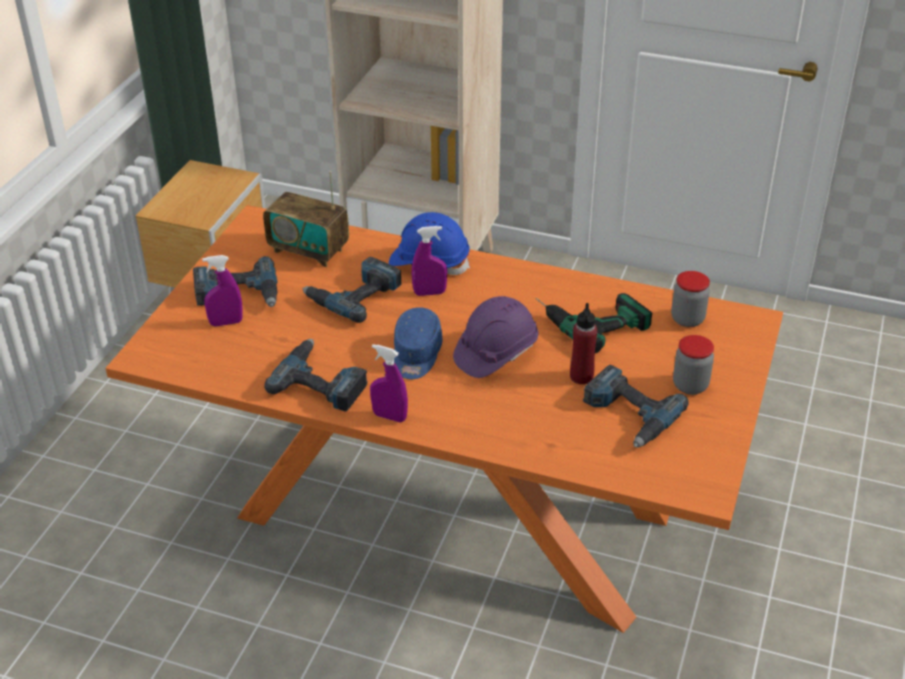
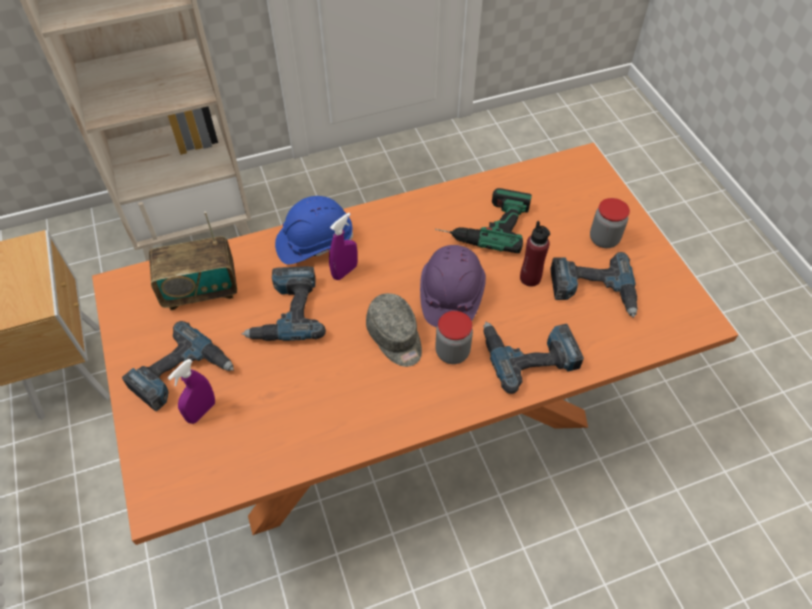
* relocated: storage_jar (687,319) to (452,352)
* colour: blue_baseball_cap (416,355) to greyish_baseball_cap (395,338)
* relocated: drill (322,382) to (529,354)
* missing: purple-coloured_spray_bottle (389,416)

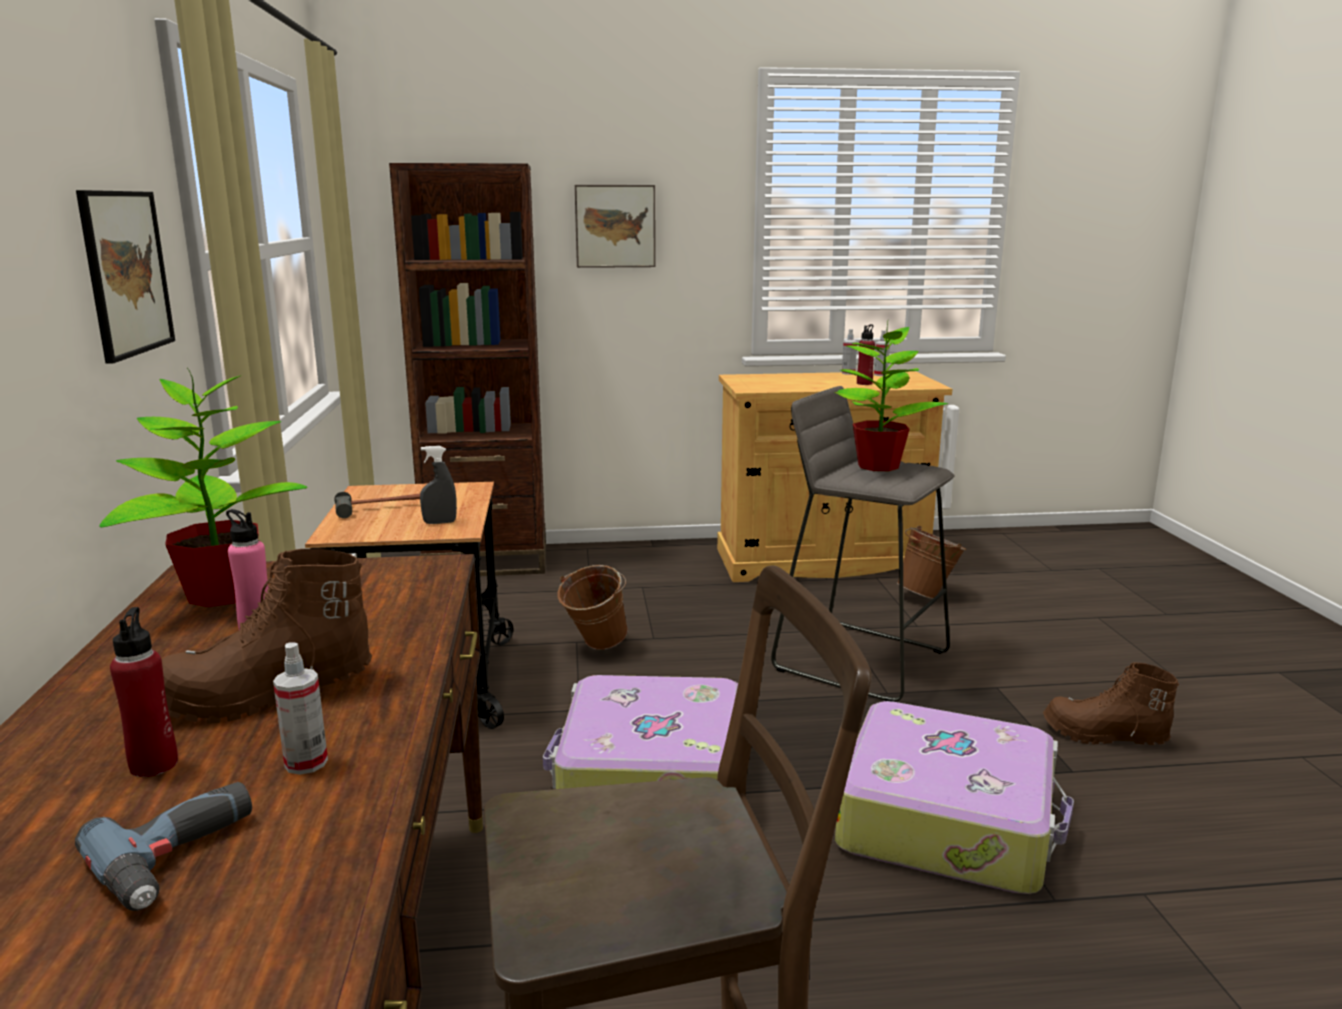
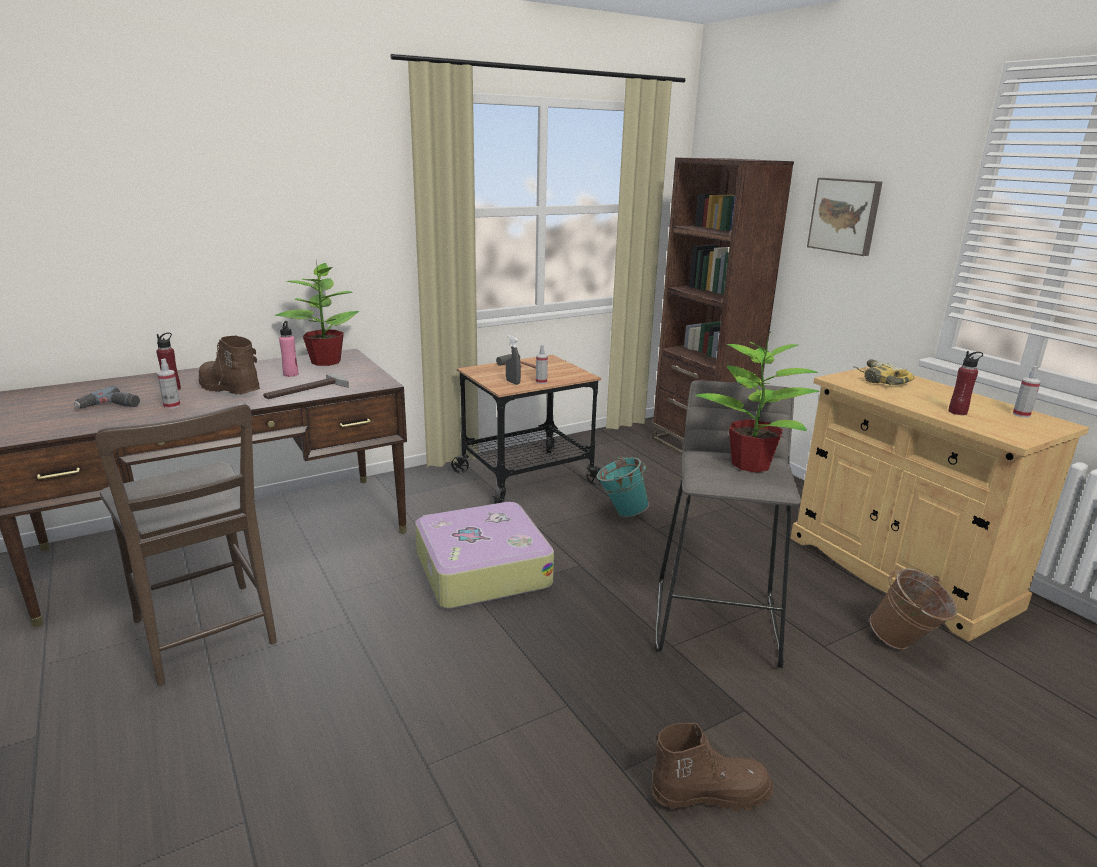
* missing: wall_picture (126,273)
* relocated: spray_bottle (848,373) to (541,382)
* colour: brown_water_bucket (594,647) to blue-green_water_bucket (620,512)
* spun: brown_high-top_boot (1104,735) = (709,793) 90 degrees clockwise
* missing: suitcase (948,820)
* appeared: drill (878,379)
* appeared: hammer (306,391)

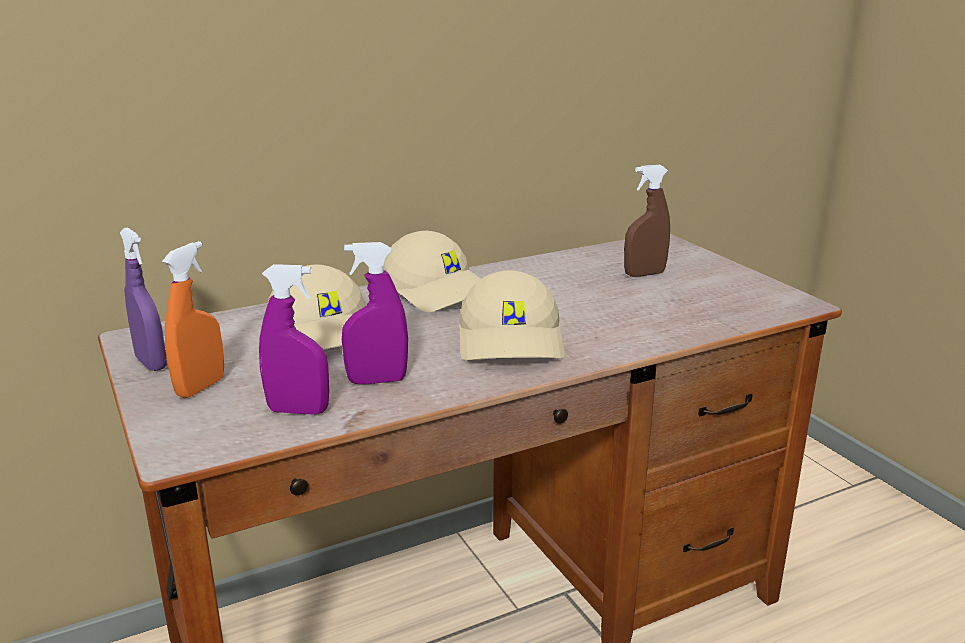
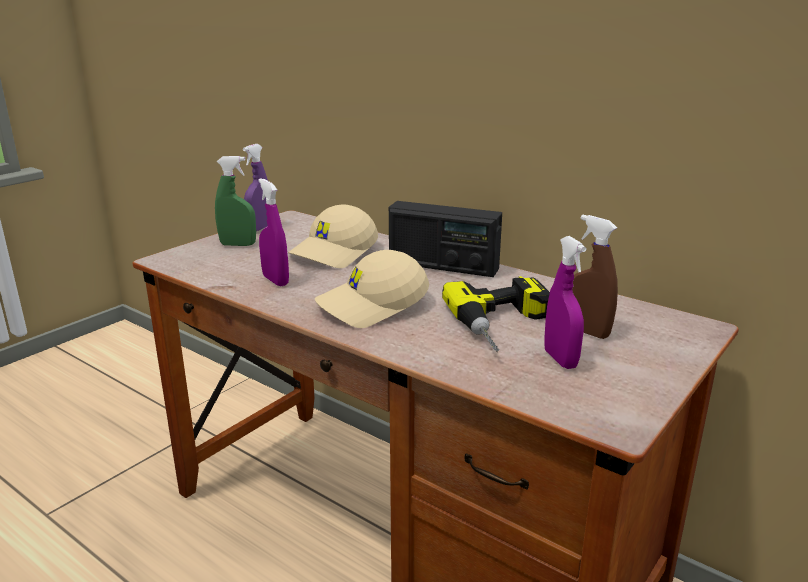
* exchanged: beige-coloured_baseball_cap (439,290) to radio_set (443,266)
* colour: orange-coloured_spray_bottle (200,387) to green_spray_bottle (238,244)
* relocated: purple-coloured_spray_bottle (298,411) to (560,359)
* appeared: drill (507,325)

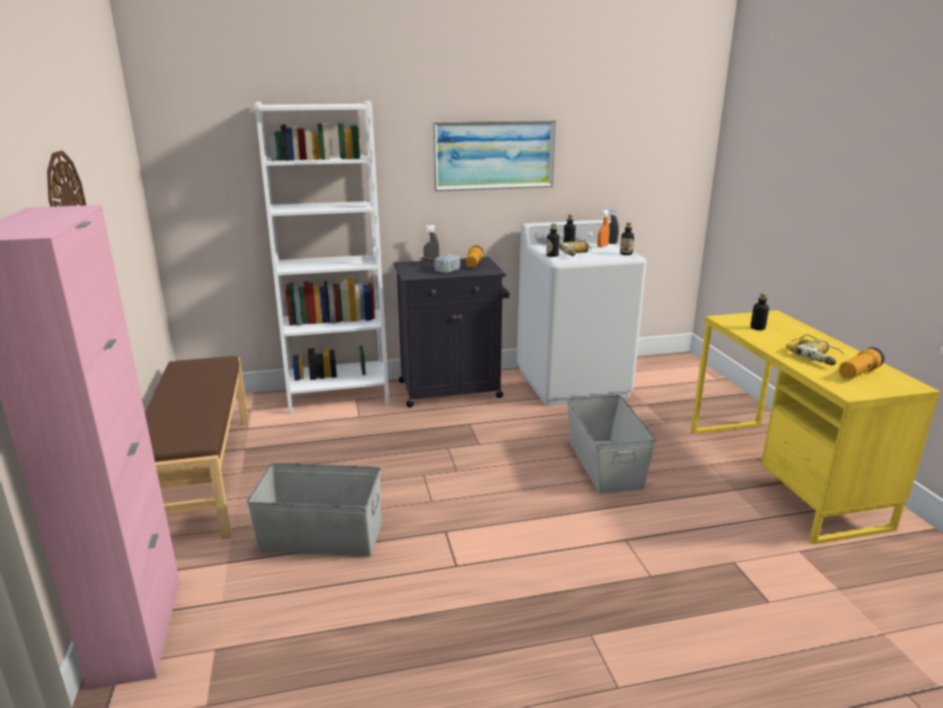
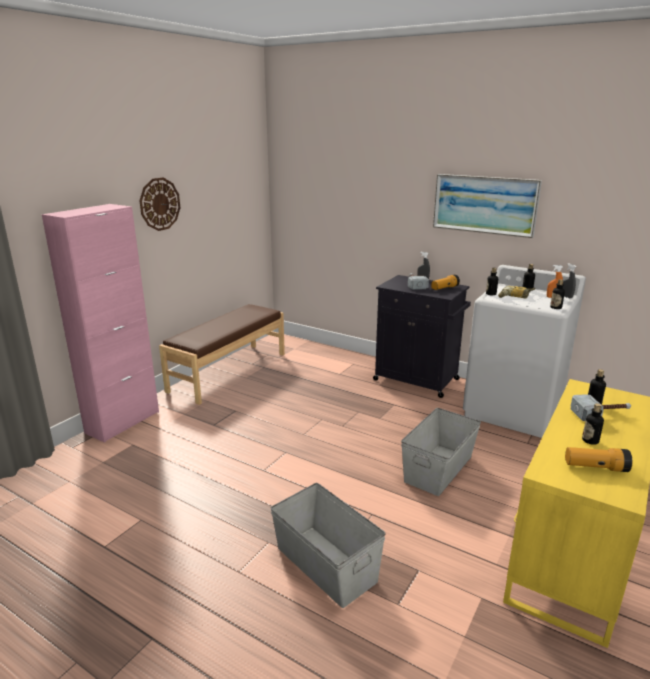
* missing: white-coloured_bookshelf (338,397)
* exchanged: drill (815,356) to drink_bottle (590,440)
* relocated: greyish_storage_container (321,536) to (326,563)
* appeared: hammer (601,414)

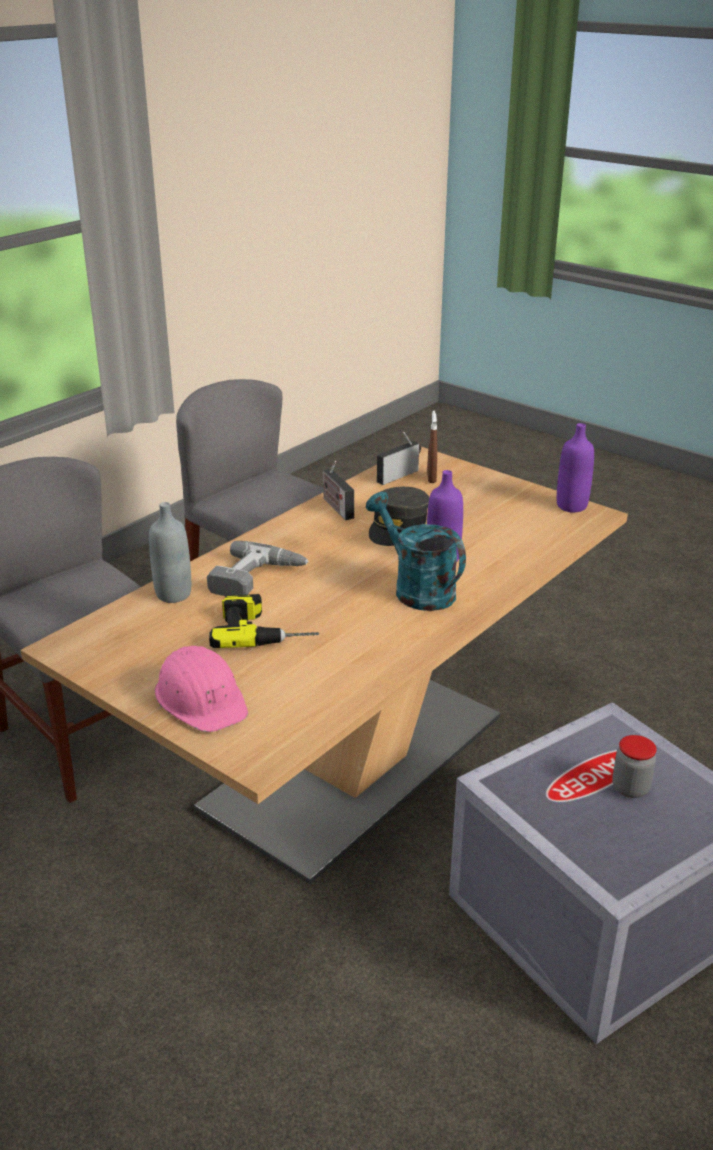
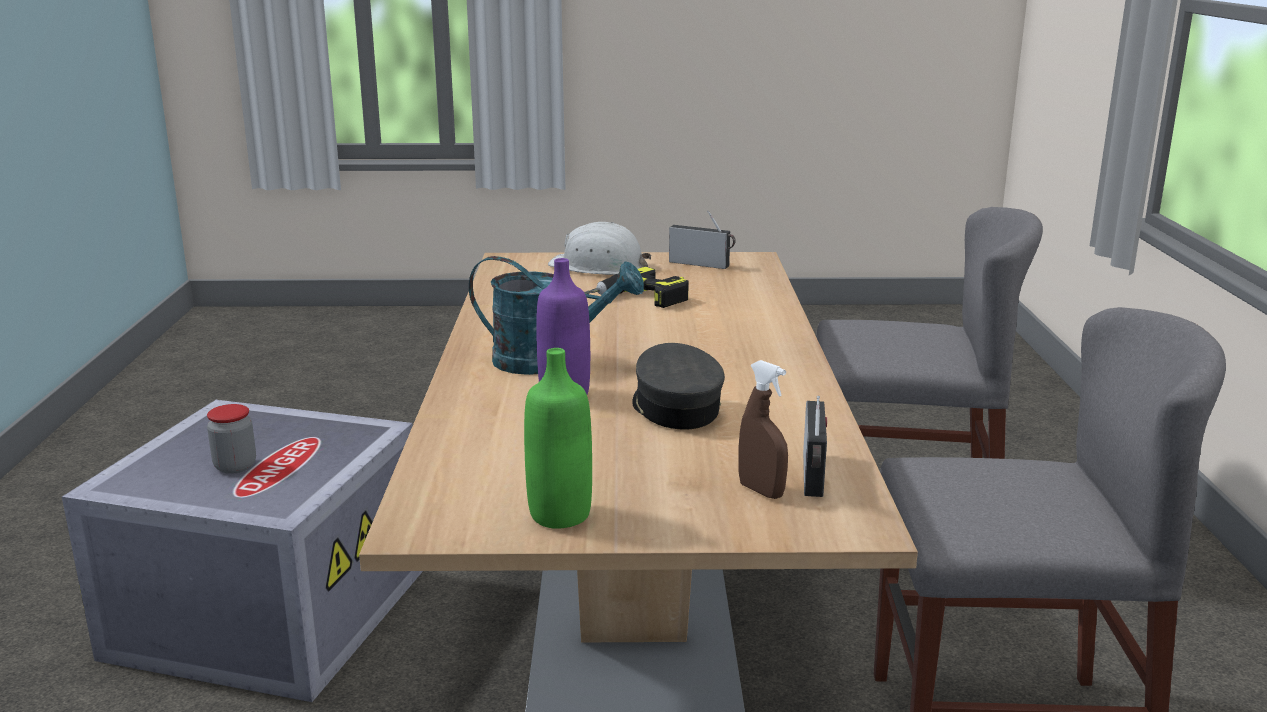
* missing: purple-coloured_drink_bottle (571,506)
* relocated: radio_set (336,507) to (702,264)
* missing: greyish_drink_bottle (173,594)
* missing: drill (257,579)
* colour: pinkish_hard_hat (201,699) to white-coloured_hard_hat (598,266)
* appeared: green_drink_bottle (560,515)

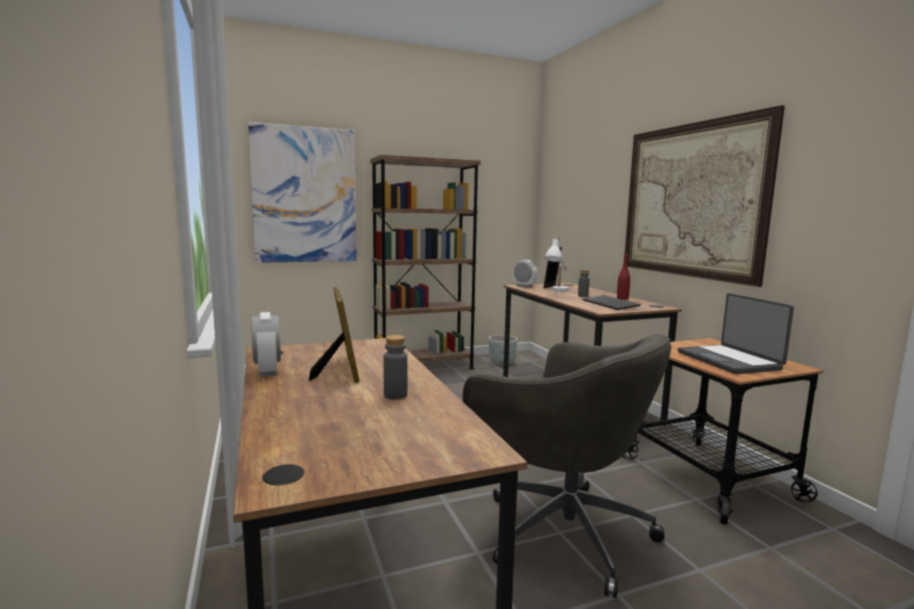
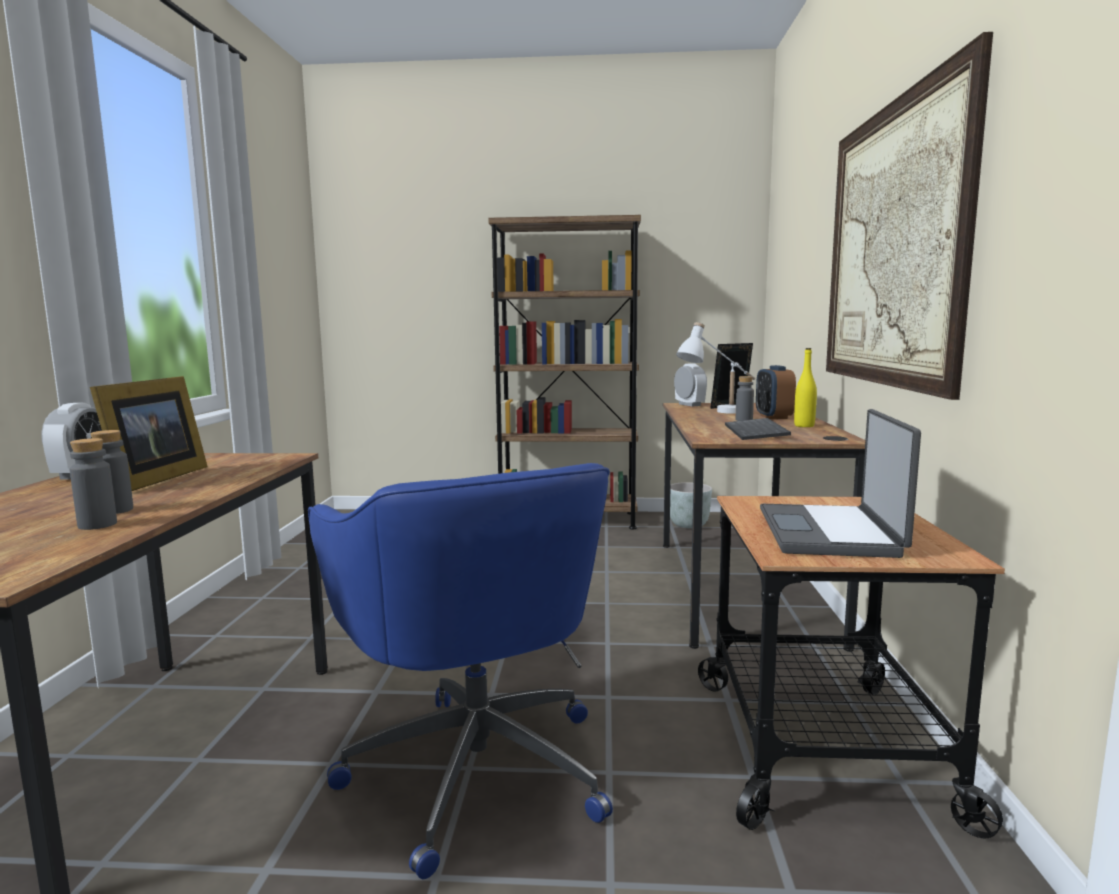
* missing: wall_picture (305,195)
* colour: red-coloured_drink_bottle (622,299) to yellowish_drink_bottle (804,426)
* colour: greyish_desk_chair (562,530) to blue_desk_chair (475,765)
* appeared: table_clock (773,417)
* appeared: greyish_drink_bottle (97,525)

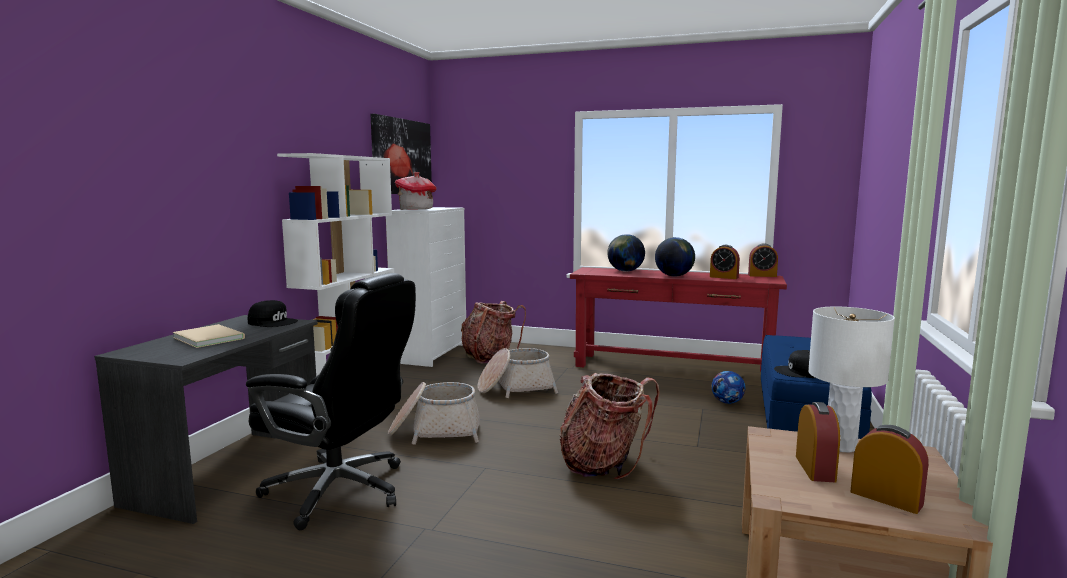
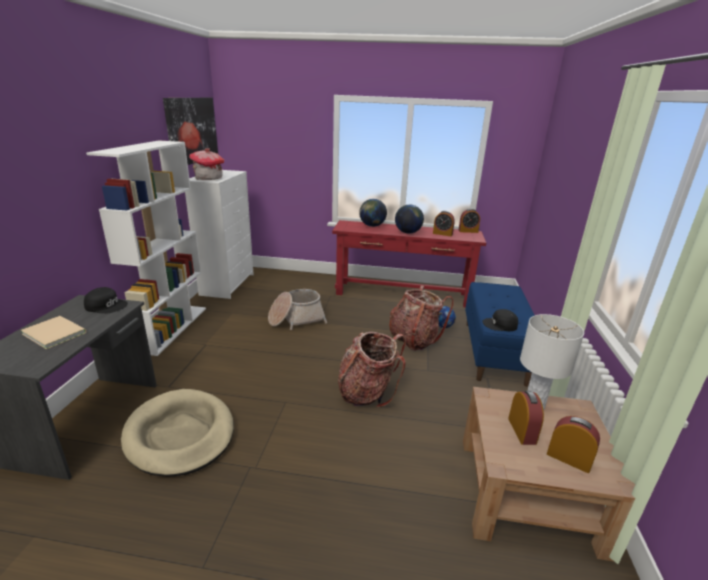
* exchanged: black_desk_chair (340,491) to beige-coloured_pet_bed (180,435)
* relocated: backpack (489,357) to (414,339)
* missing: household_basket (435,431)

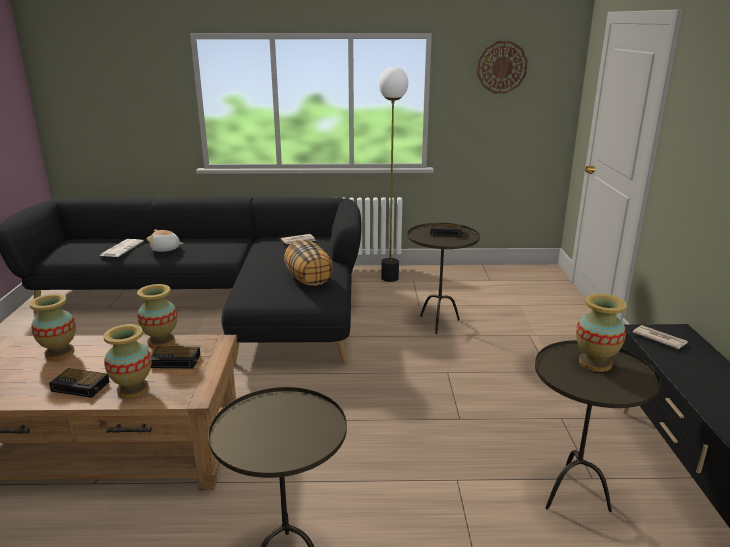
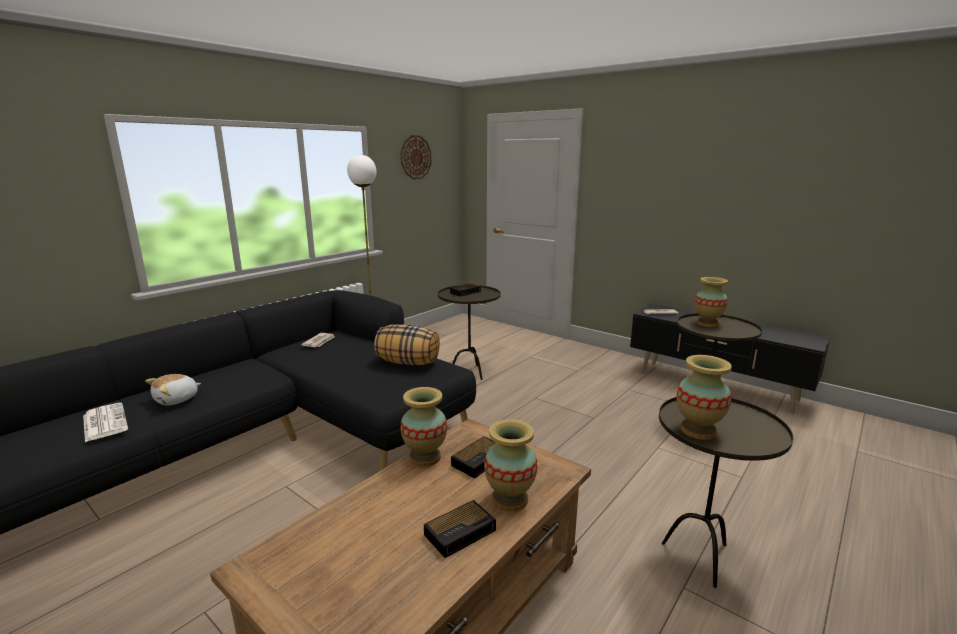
* relocated: flower_vase (59,353) to (698,430)

